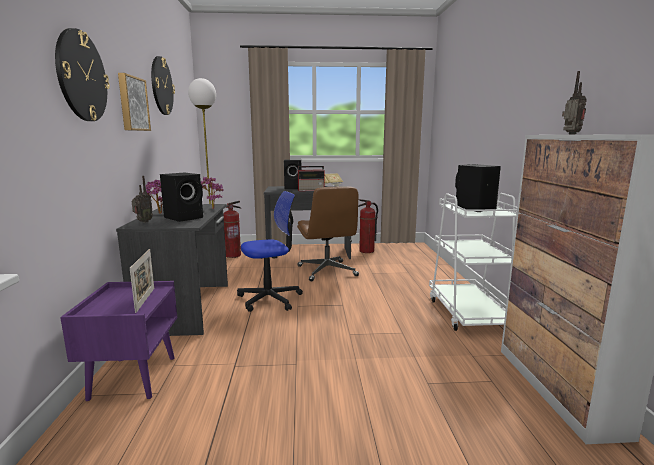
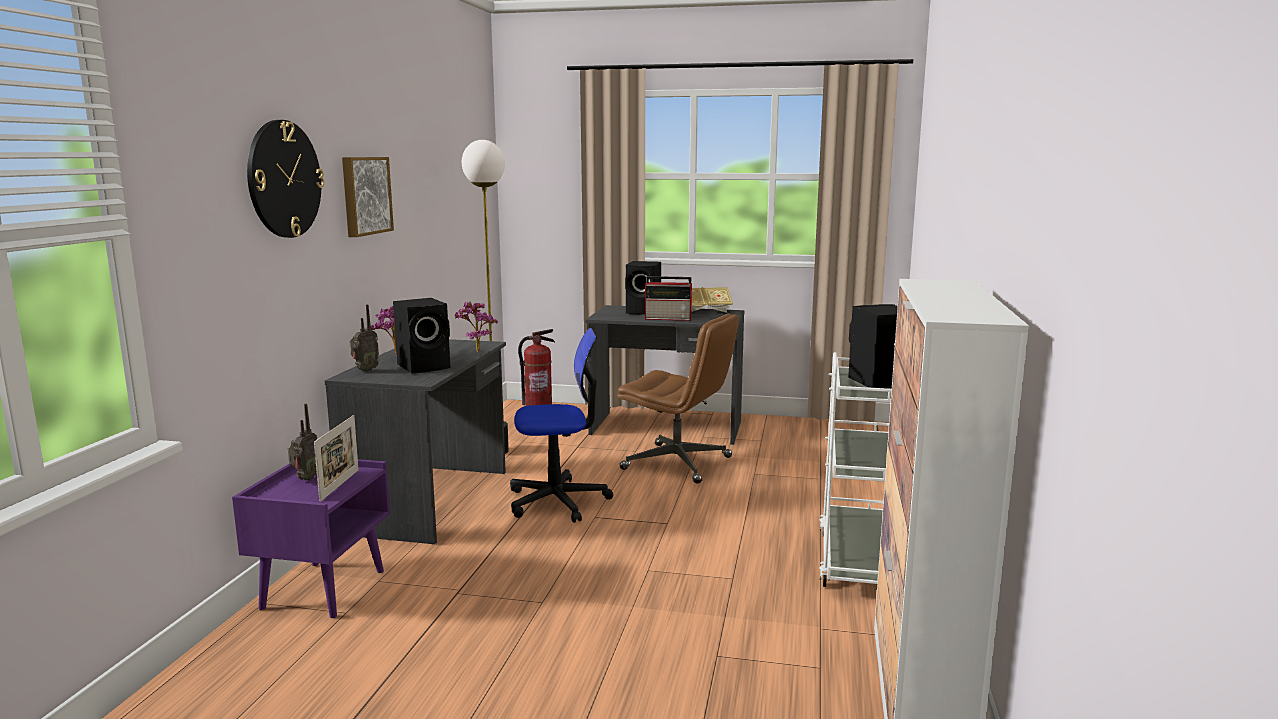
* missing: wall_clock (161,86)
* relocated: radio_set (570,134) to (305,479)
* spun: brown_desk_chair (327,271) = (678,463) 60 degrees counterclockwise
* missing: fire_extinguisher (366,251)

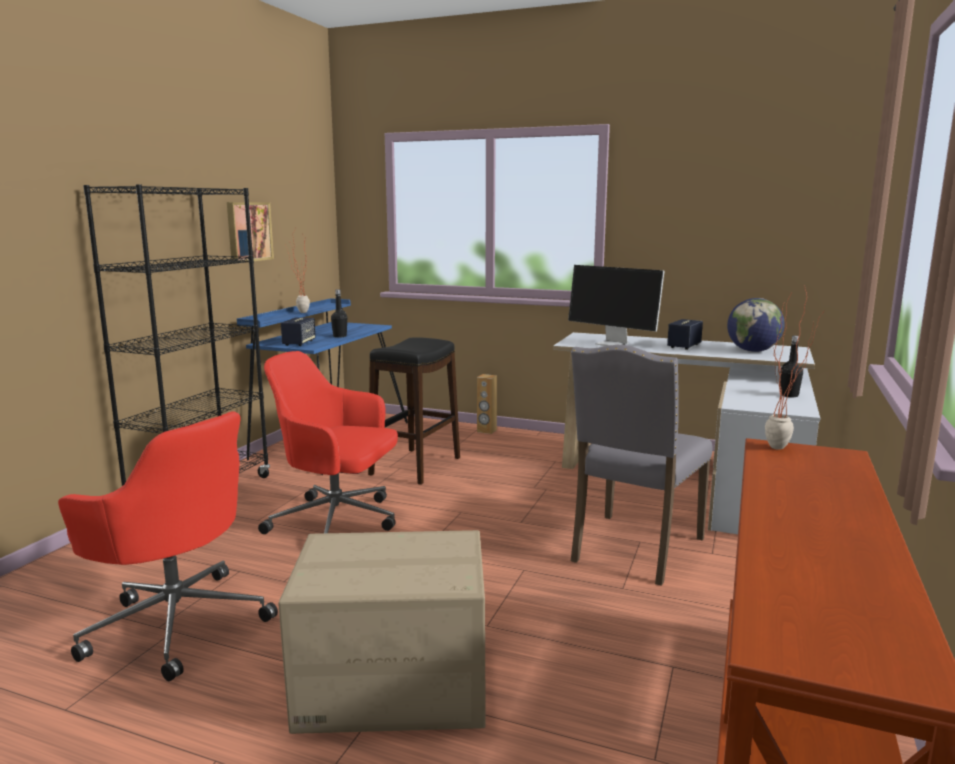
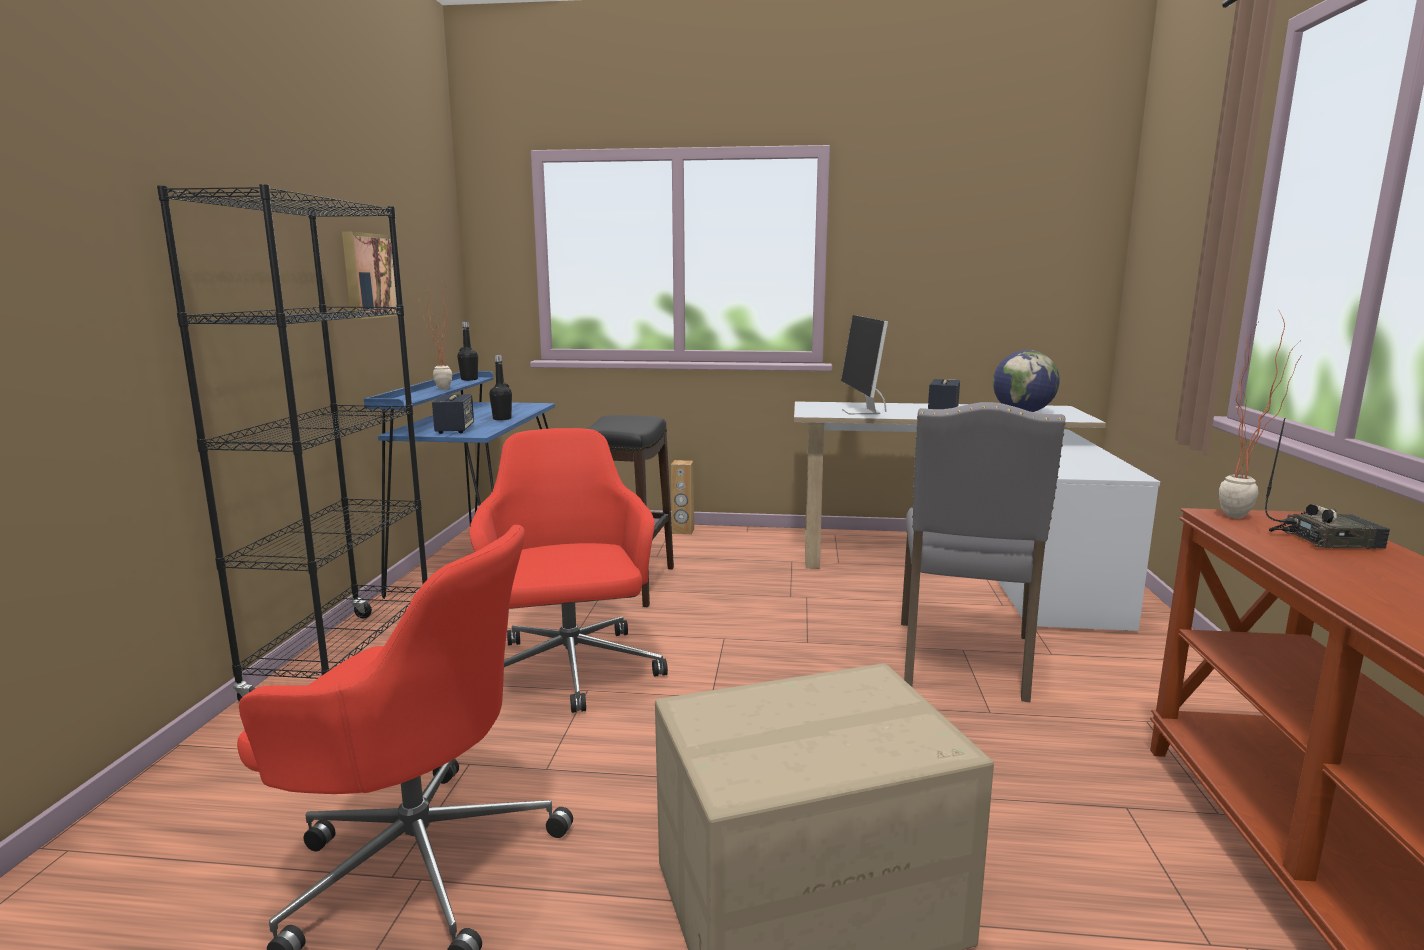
* spun: computer_display (613,344) = (861,412) 60 degrees clockwise
* relocated: black_drink_bottle (789,395) to (469,379)
* spun: red-coloured_desk_chair (337,523) = (569,672) 75 degrees clockwise
* appeared: radio_set (1325,539)

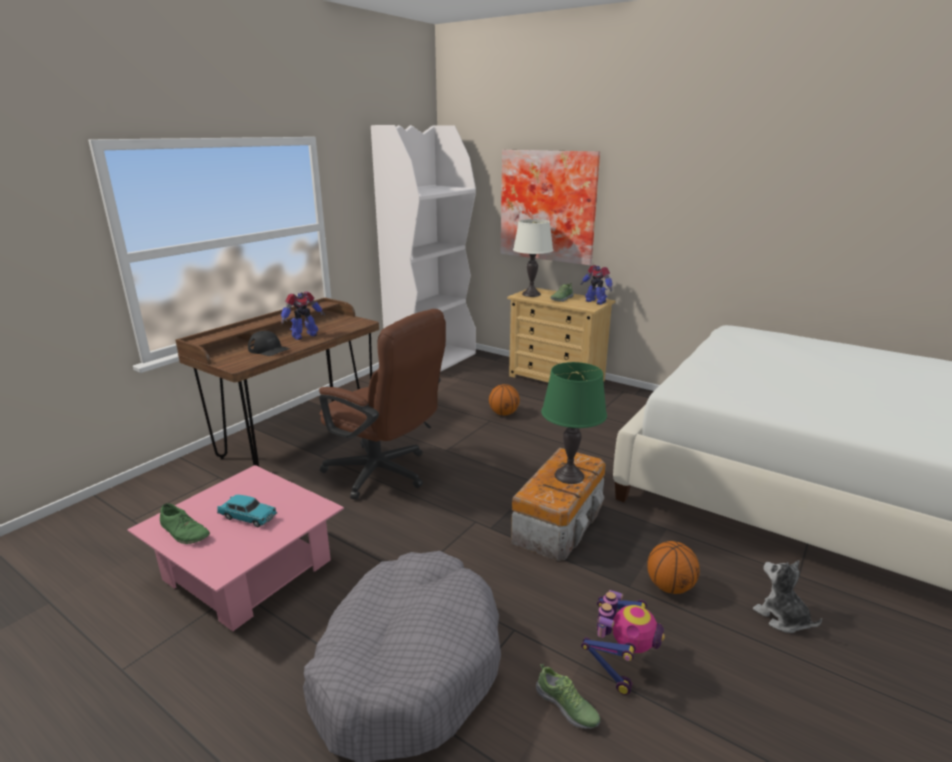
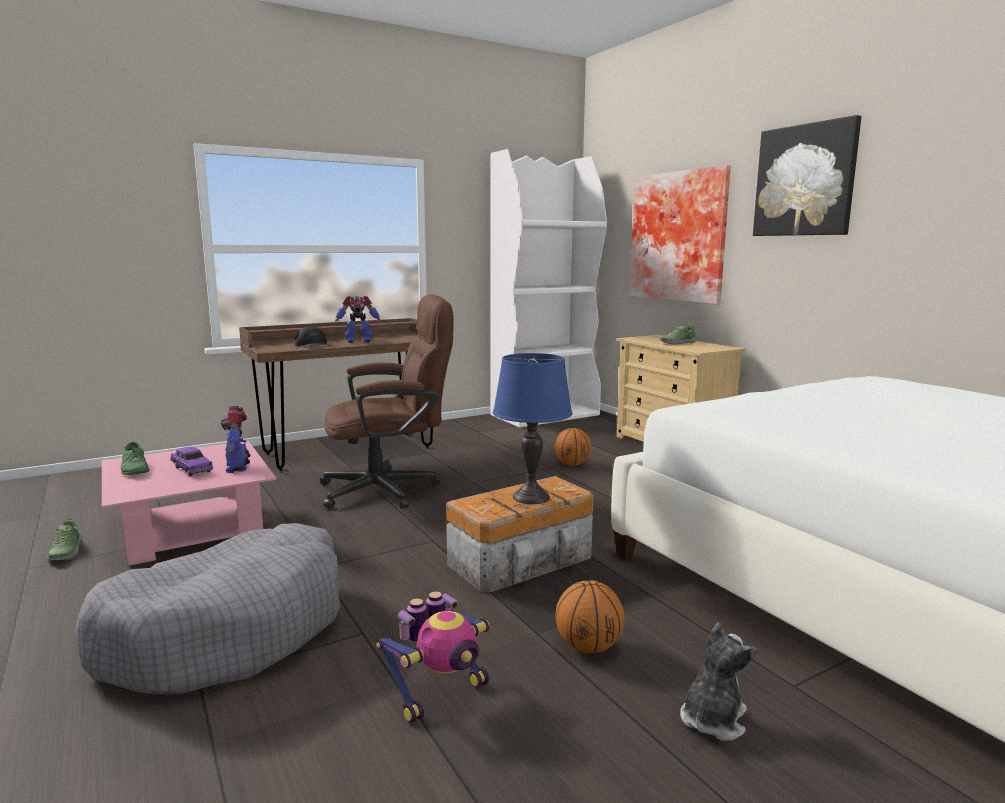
* missing: white-coloured_lamp_for_a_table (531,294)
* relocated: model_robot (595,301) to (238,467)
* spun: brown_desk_chair (385,474) = (390,489) 75 degrees counterclockwise
* colour: green_lamp_for_a_table (569,476) to blue_lamp_for_a_table (531,497)
* colour: blue-green_miniature_car (248,517) to purple-coloured_miniature_car (192,469)
* spun: plush_toy (781,617) = (712,719) 45 degrees clockwise
* relocated: item_of_footwear (567,706) to (65,552)
* appeared: wall_picture (805,180)

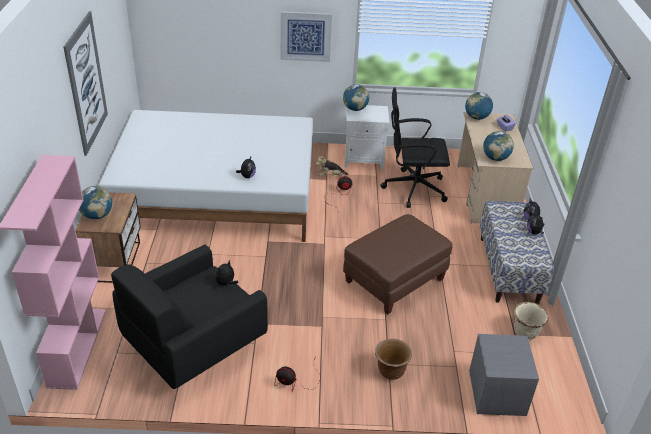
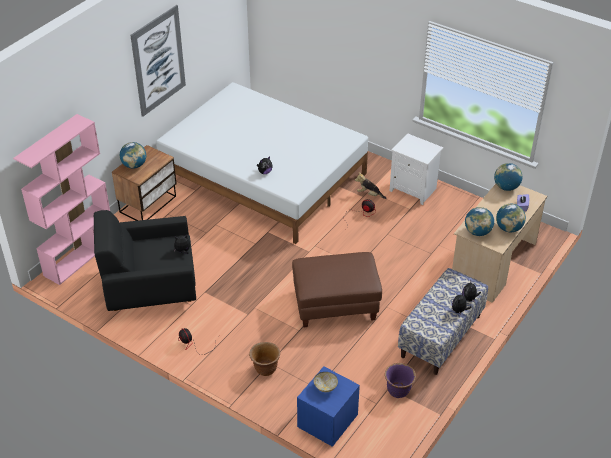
* missing: wall_picture (305,36)
* relocated: globe (355,109) to (508,228)
* missing: black_desk_chair (412,188)
* colour: beige-coloured_planter (525,333) to purple-coloured_planter (398,391)
* colour: greyish_bedside_table (496,393) to blue_bedside_table (327,421)
* appeared: bowl (325,387)

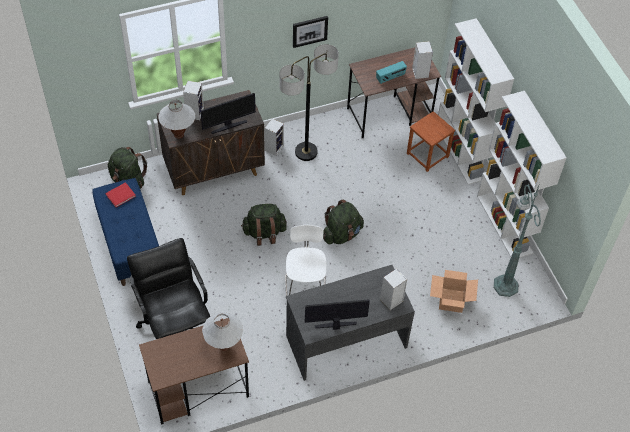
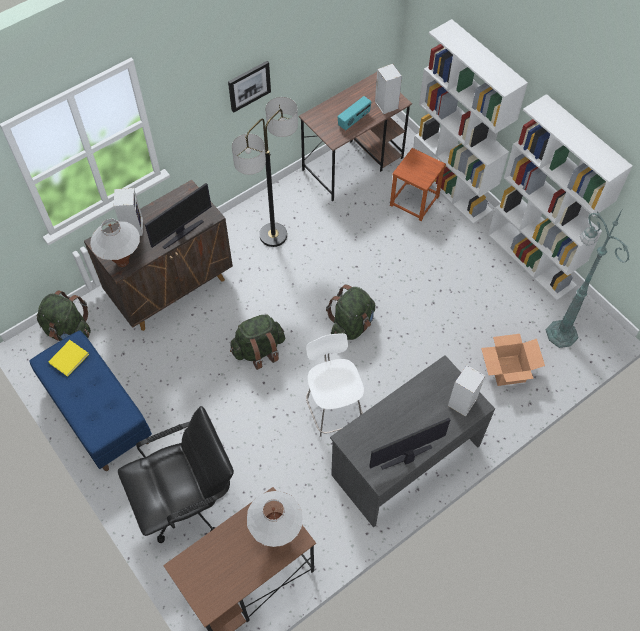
* missing: speaker (274,147)
* colour: red-coloured_bound_book (121,195) to yellowish_bound_book (69,358)
* spun: black_desk_chair (174,323) = (187,501) 105 degrees clockwise

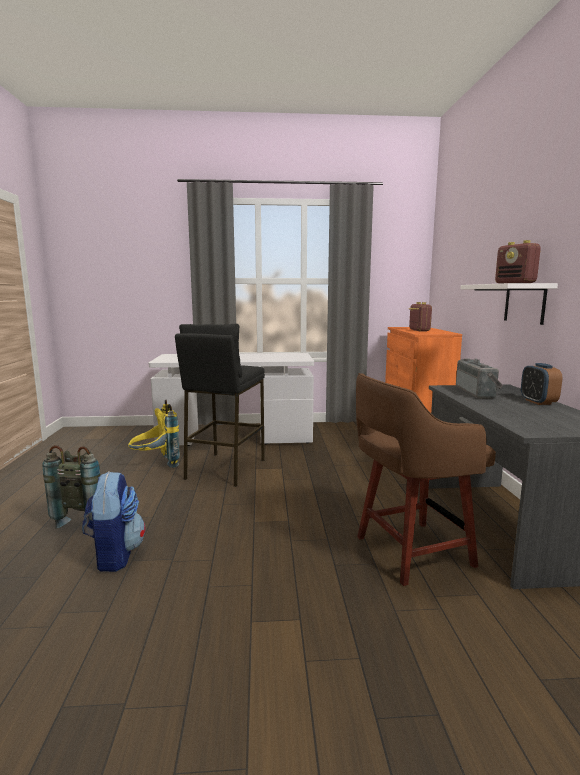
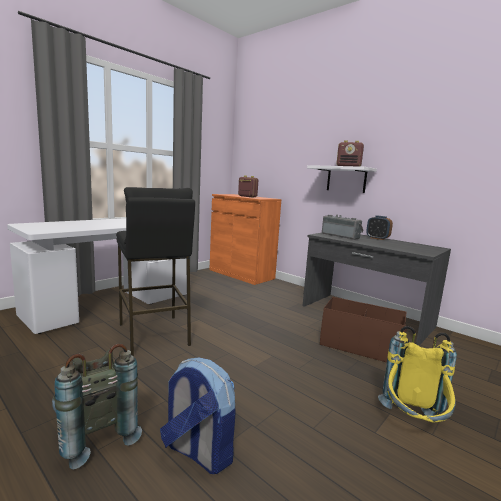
* exchanged: brown_sitting_stool (410,552) to brown_storage_container (360,346)
* relocated: yellowish_backpack (156,464) to (412,425)

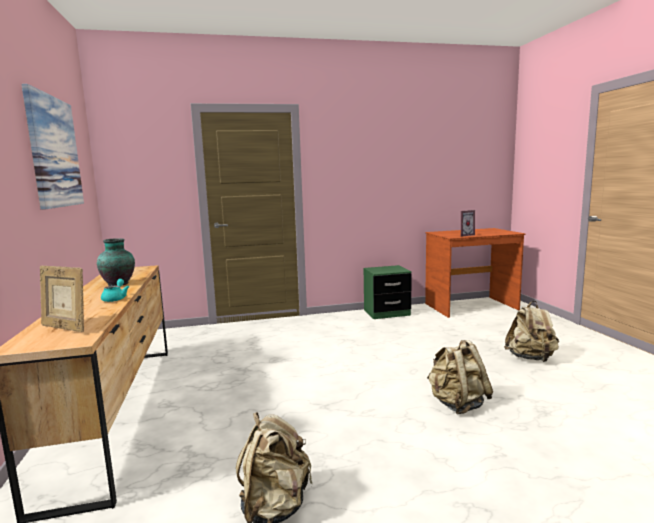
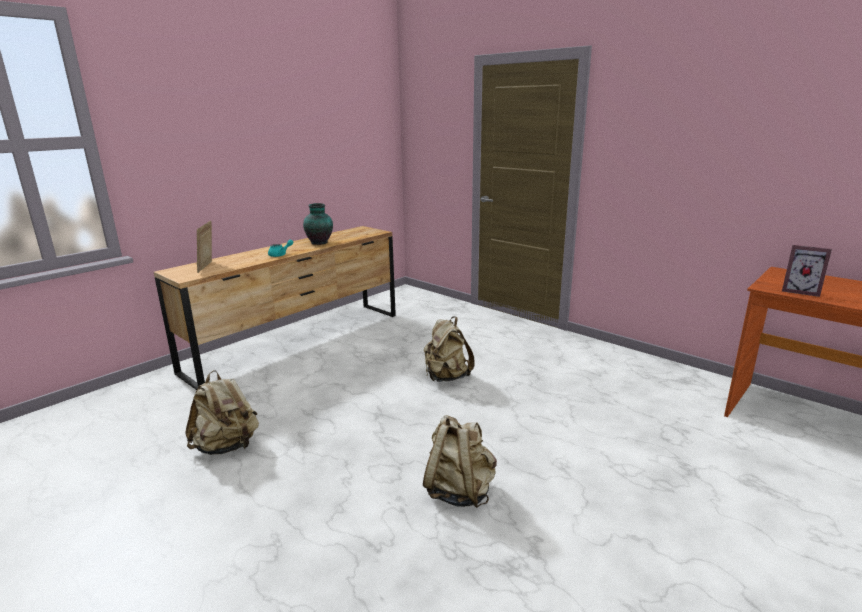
* missing: wall_picture (54,152)
* missing: green_bedside_table (386,313)
* relocated: beige-coloured_backpack (531,358) to (446,377)

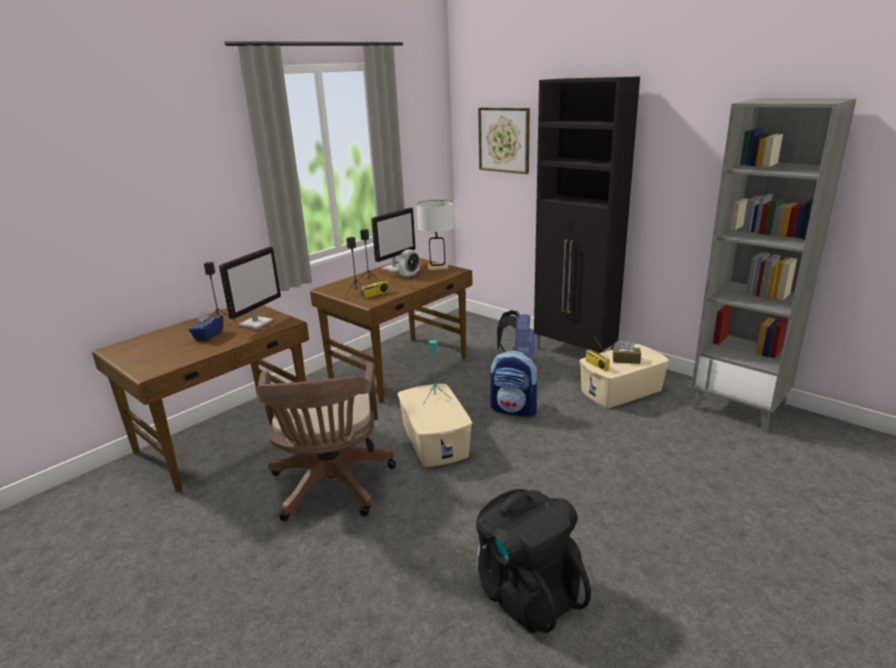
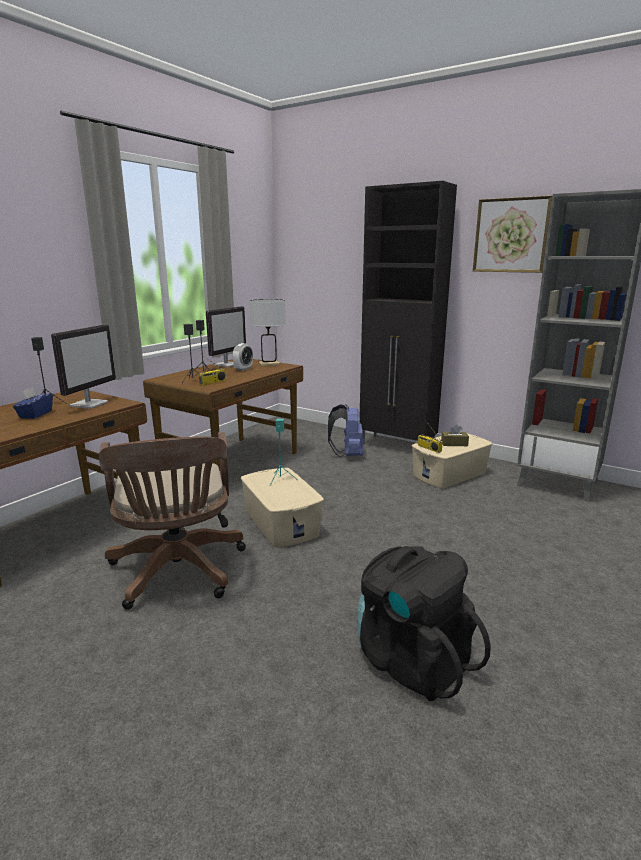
* relocated: wall_picture (504,140) to (511,235)
* missing: backpack (514,409)

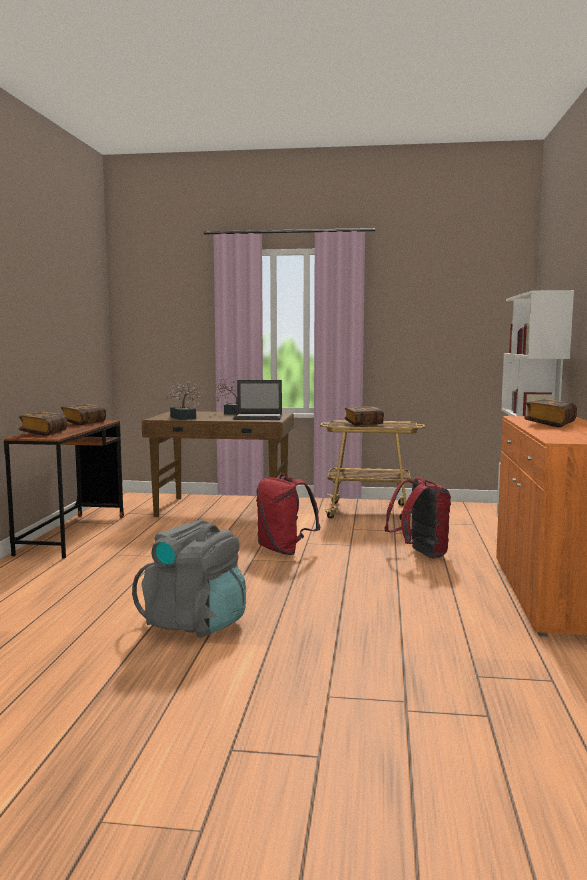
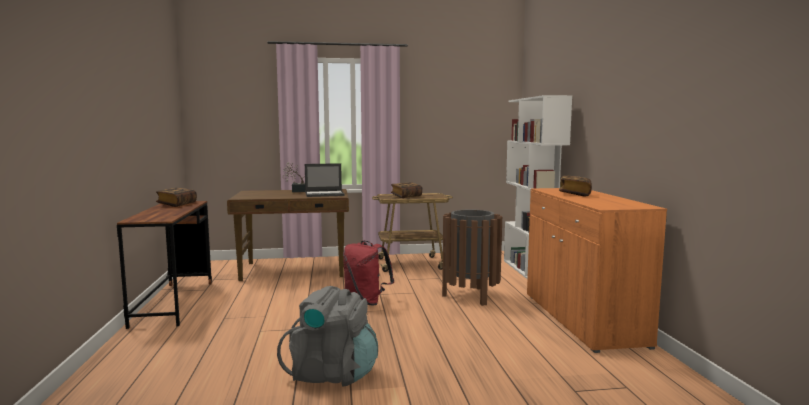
* missing: potted_plant (184,418)
* missing: bound_book (43,433)
* exchanged: red-coloured_backpack (420,554) to brown_waste_bin (470,296)

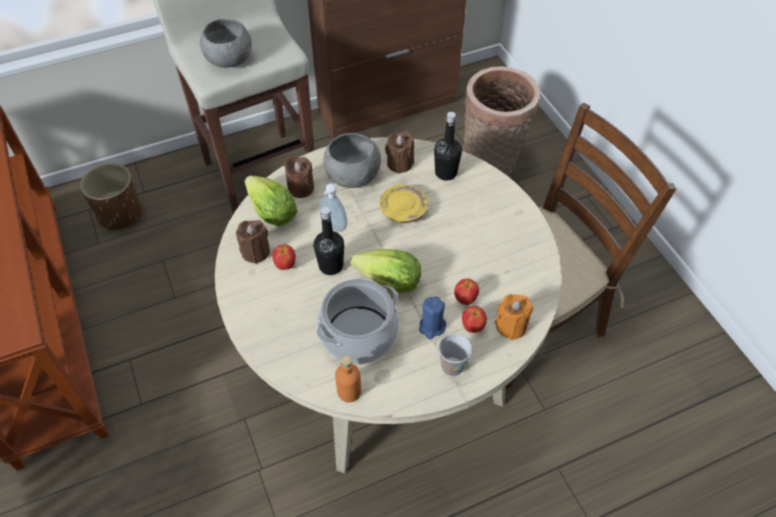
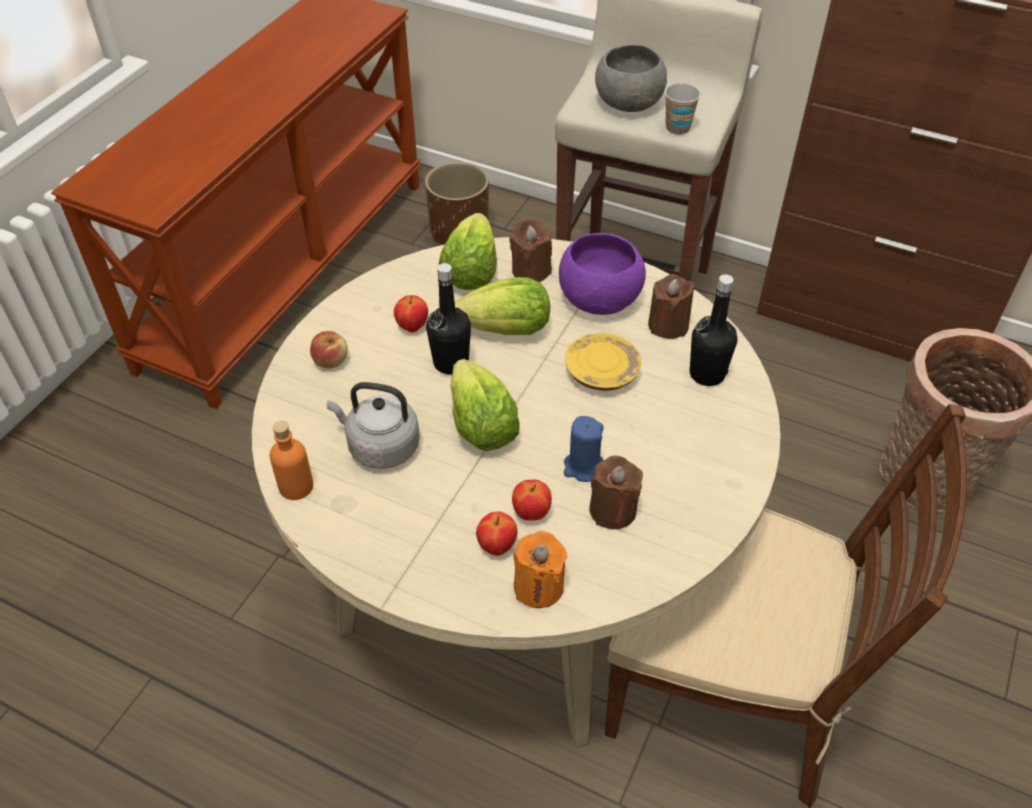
* colour: greyish_bowl (353,176) to purple-coloured_bowl (600,299)
* exchanged: soap_bottle (333,227) to lettuce (507,330)
* relocated: brown_wax_light (255,252) to (613,510)
* exchanged: stockpot (359,335) to greyish_kettle (380,446)
* relocated: blue_wax_light (432,327) to (583,467)
* relocated: cup (452,366) to (677,128)
* appeared: apple (331,360)

